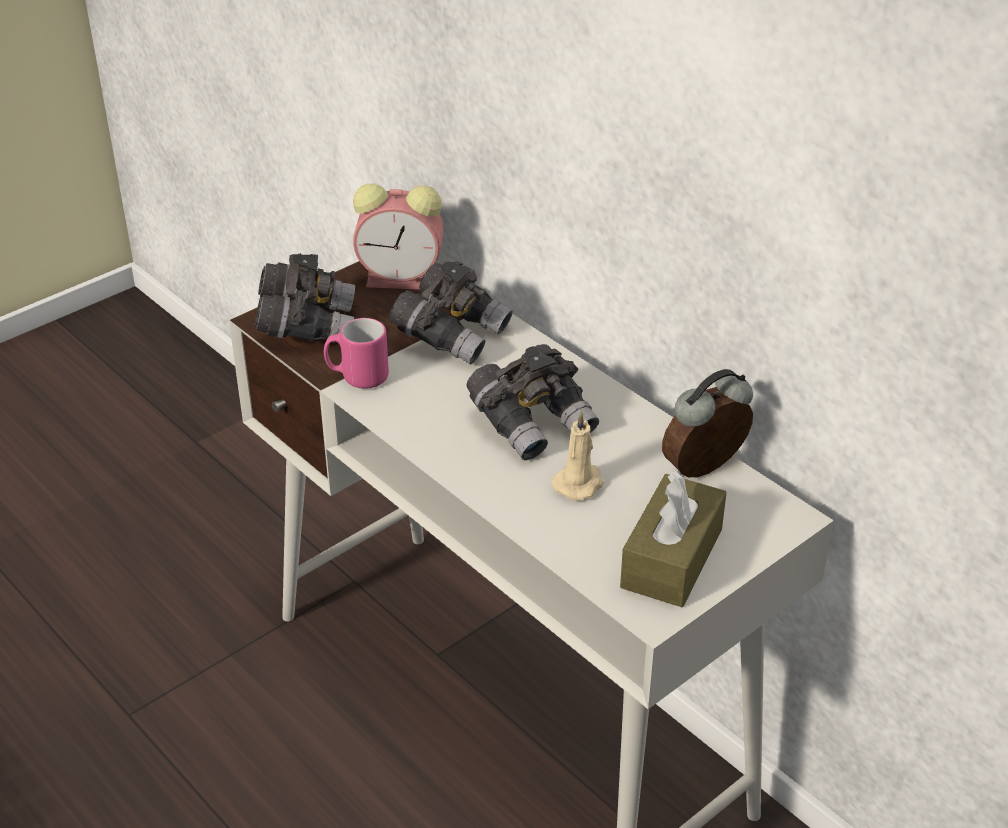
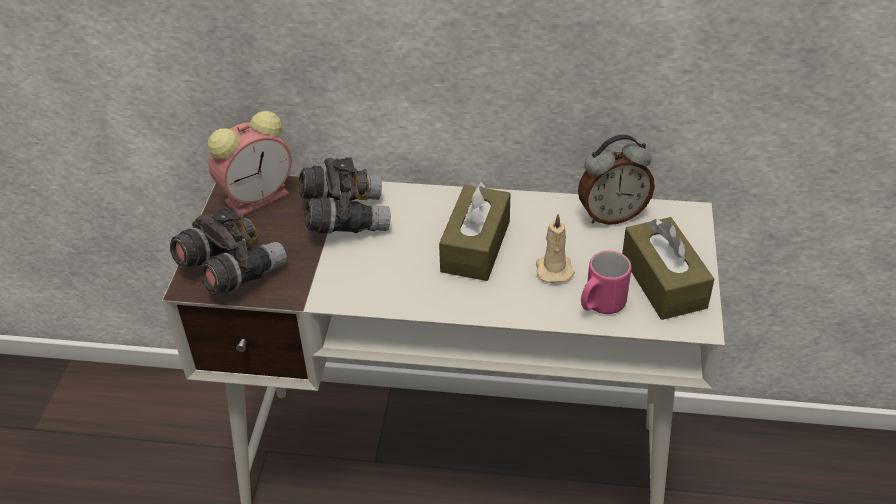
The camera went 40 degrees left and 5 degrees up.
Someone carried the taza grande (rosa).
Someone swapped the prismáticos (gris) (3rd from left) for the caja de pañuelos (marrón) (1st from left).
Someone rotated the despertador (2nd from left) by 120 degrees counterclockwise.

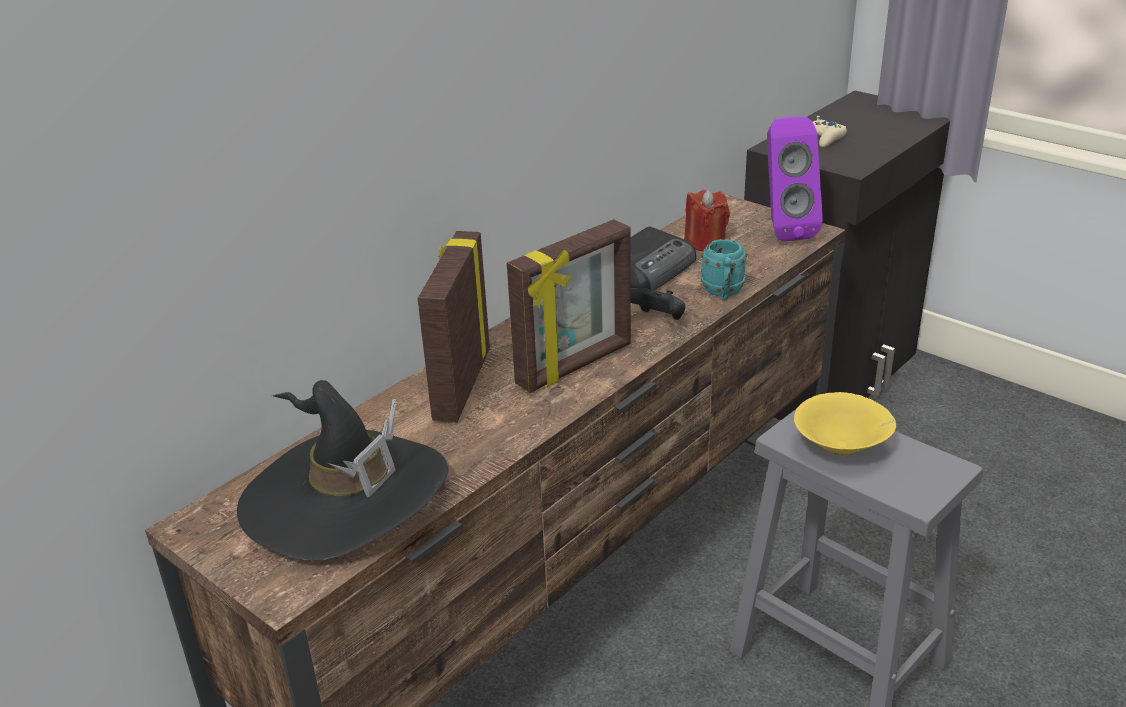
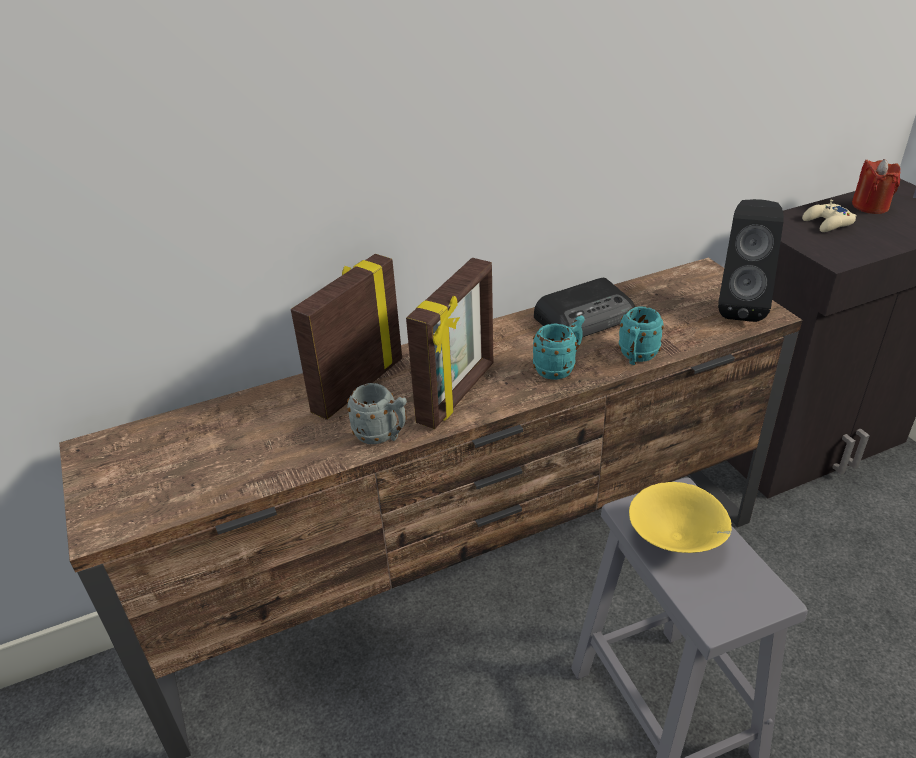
The camera went 25 degrees right and 5 degrees up.
Someone took away the sombrero (negro).
Someone rotated the portarretratos (2nd from left) by 45 degrees counterclockwise.
Someone swapped the mando de consola (negro) for the taza grande (turquesa) (1st from left).
Someone carried the vela (rojo).
Someone repainted the altavoz (morado), which became the altavoz (negro).
Someone put down the taza grande (gris).

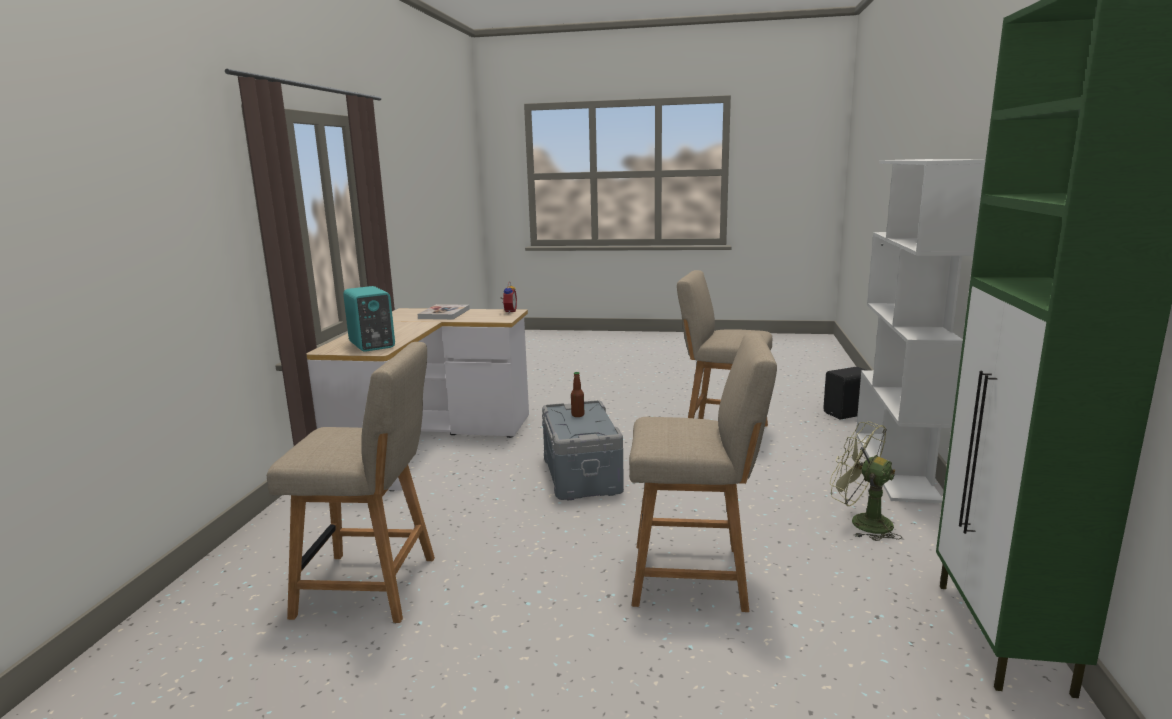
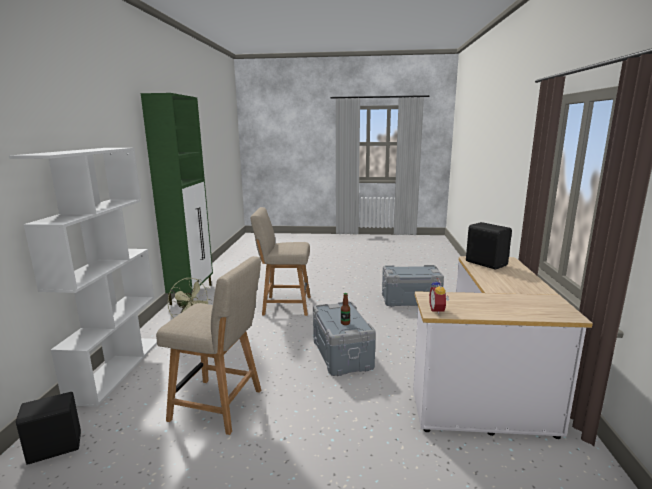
The camera went 175 degrees right and 0 degrees up.
Someone swapped the silla (beis) (1st from left) for the caja de almacenaje (gris) (2nd from left).
Someone repainted the altavoz (turquesa), which became the altavoz (negro) (2nd from left).
Someone took away the libro.

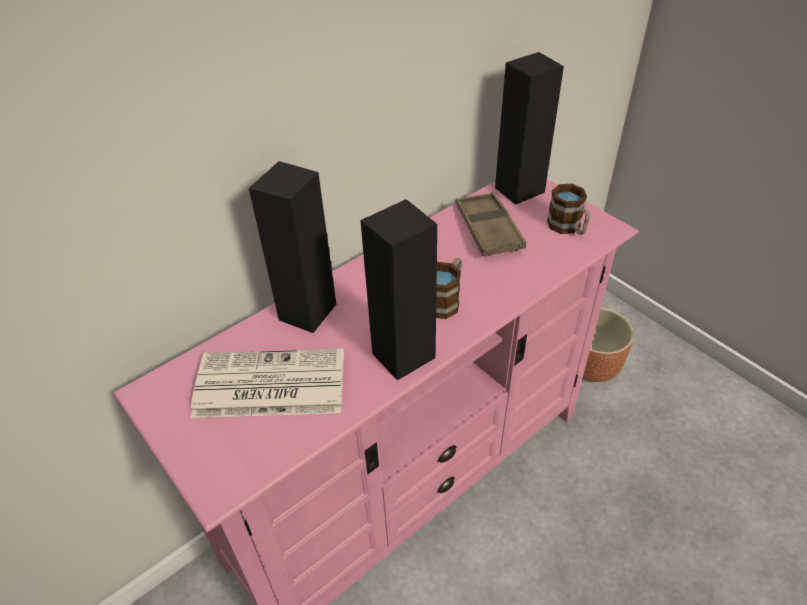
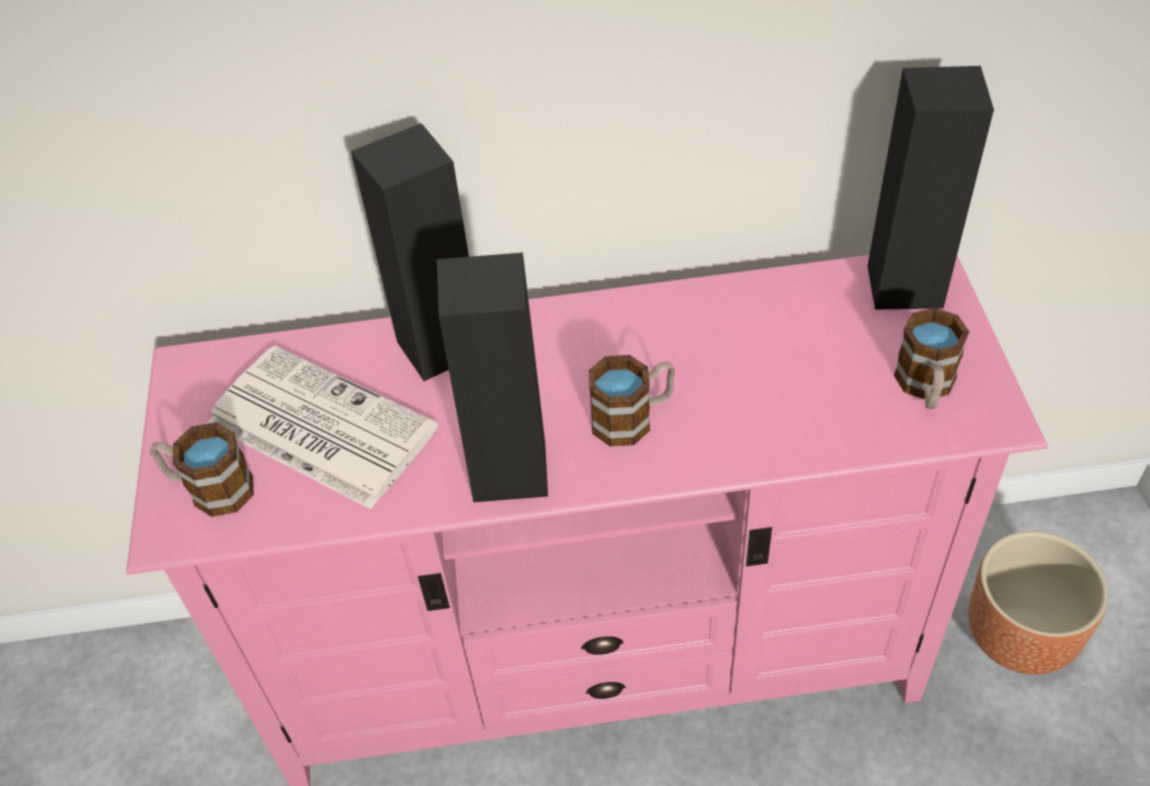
The camera went 35 degrees right and 5 degrees up.
Someone took away the bandeja (marrón).
Someone put down the taza grande (1st from left).

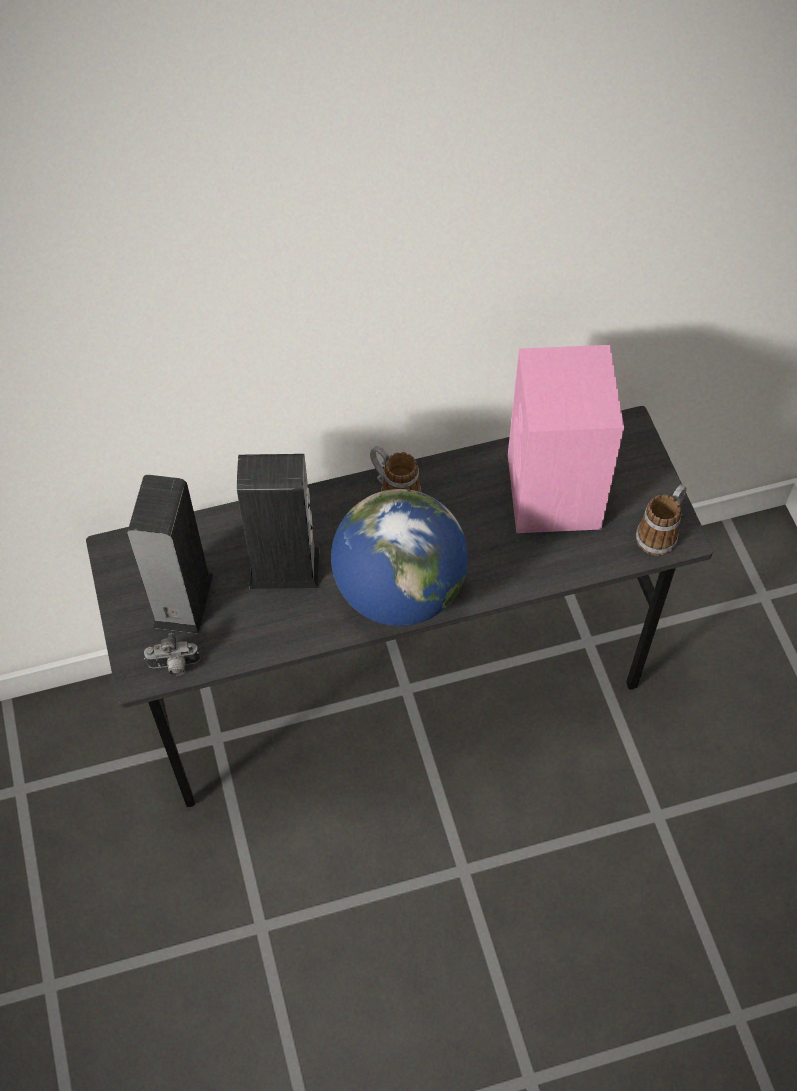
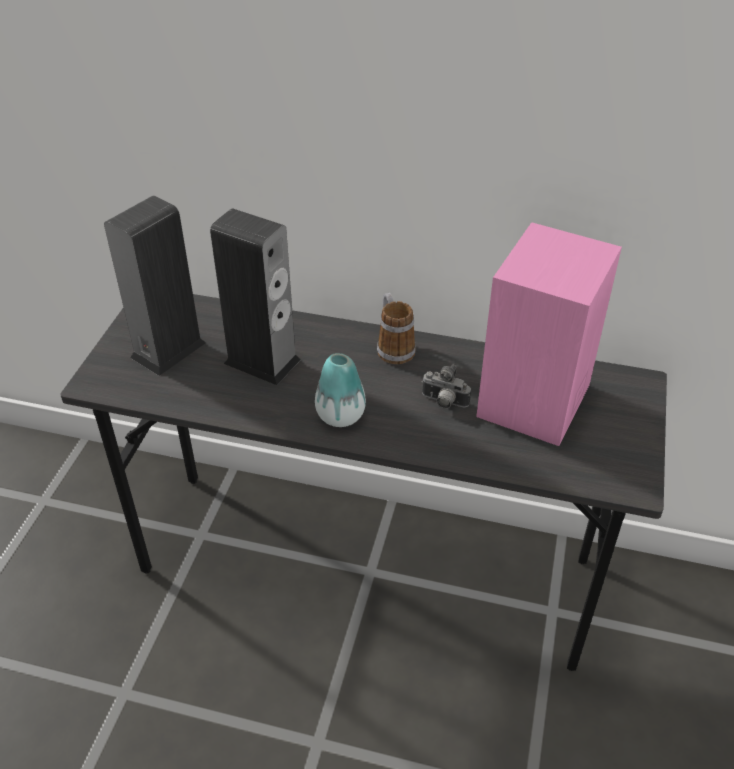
The camera went 30 degrees right and 15 degrees down.
Someone carried the cámara.
Someone swapped the globo terráqueo for the florero.
Someone took away the taza grande (2nd from left).

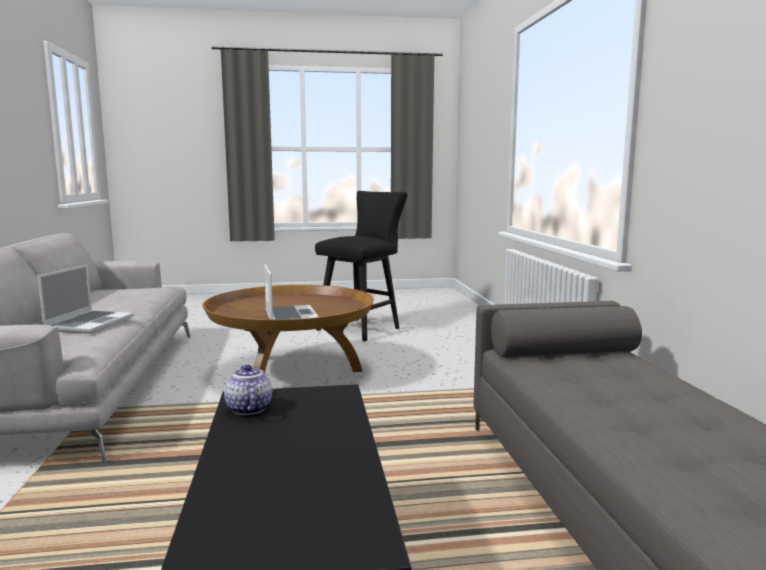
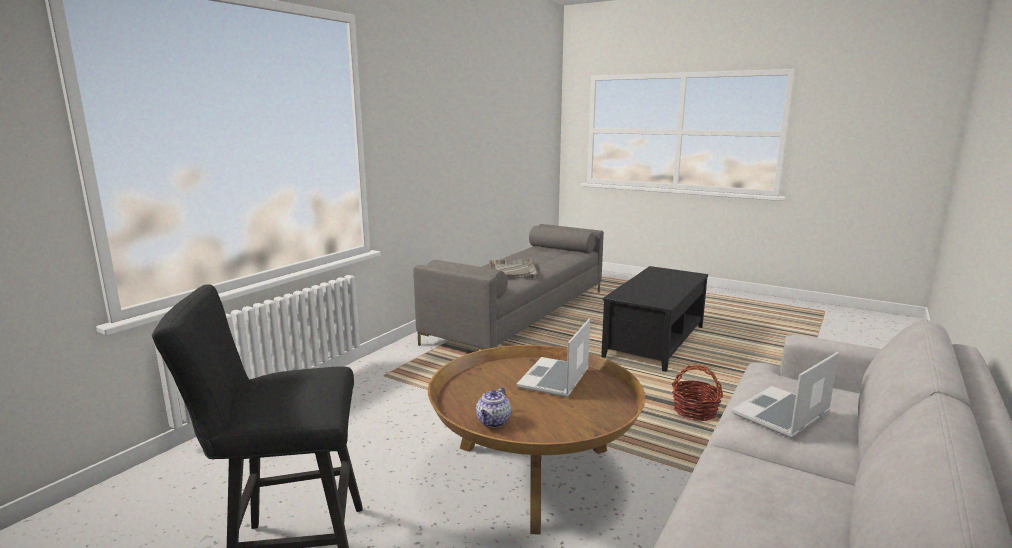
The camera went 140 degrees left and 5 degrees up.
Someone carried the tetera.
Someone put down the bandeja (gris).
Someone put down the cesta.

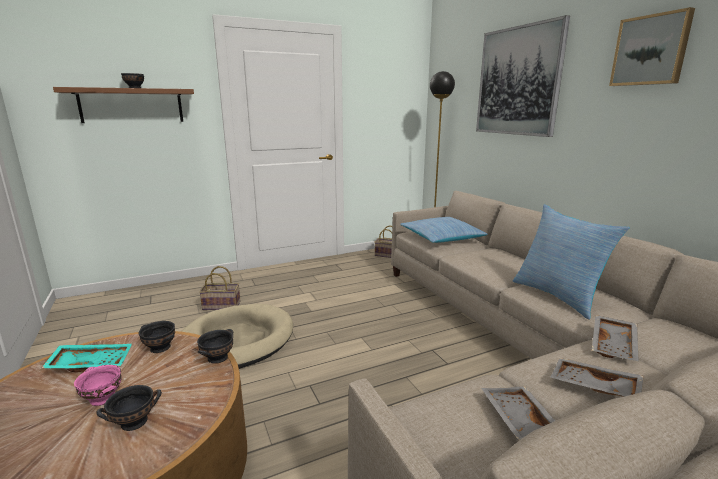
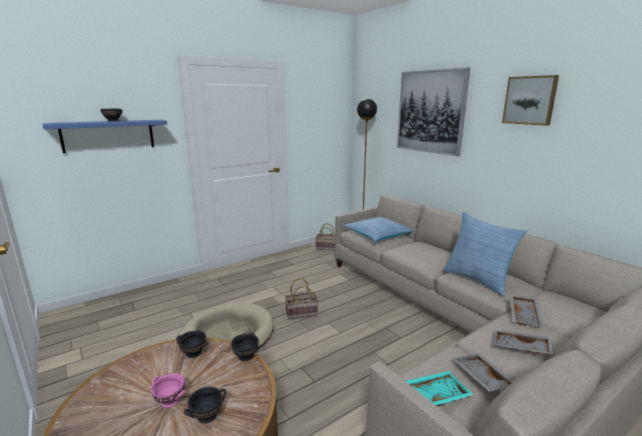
The camera went 10 degrees left and 0 degrees up.
Someone carried the bandeja (turquesa).
Someone repainted the estante (marrón), which became the estante (azul).
Someone carried the cesta (1st from left).

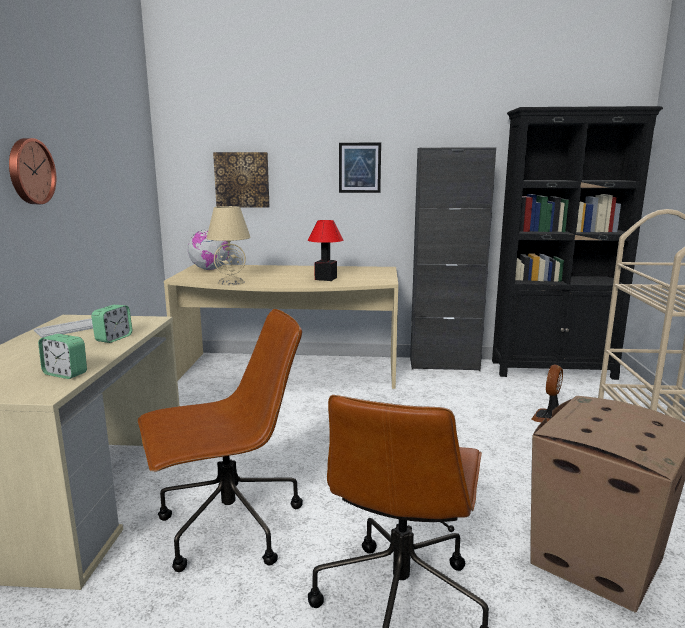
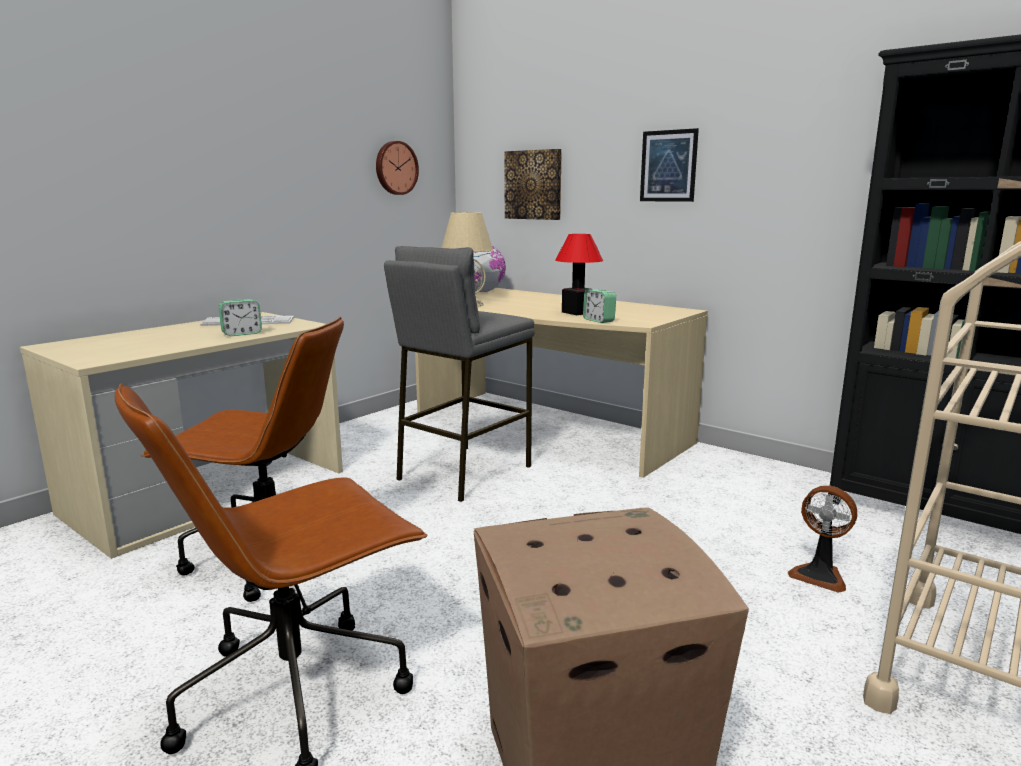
The camera went 35 degrees right and 0 degrees up.
Someone carried the reloj de pared.
Someone carried the despertador (1st from left in the first image).
Someone took away the armario (negro).
Someone rotated the ventilador by 120 degrees counterclockwise.
Someone put down the taburete (gris).

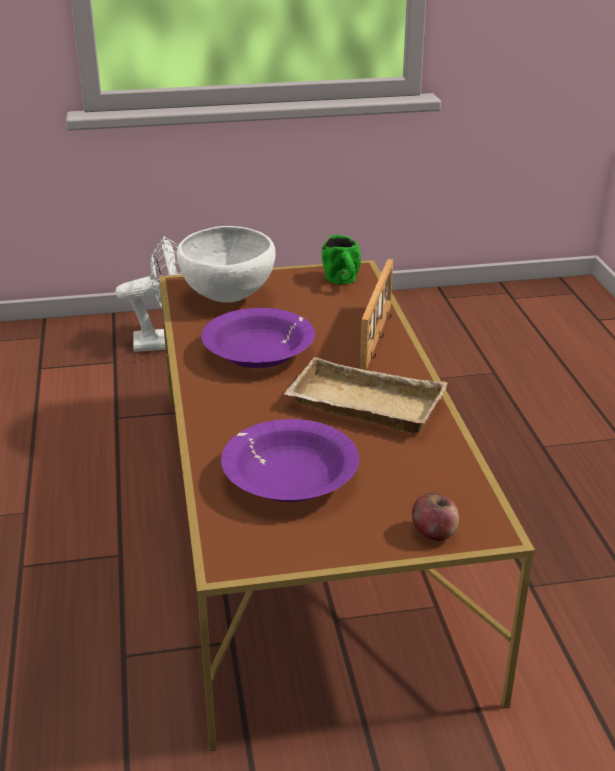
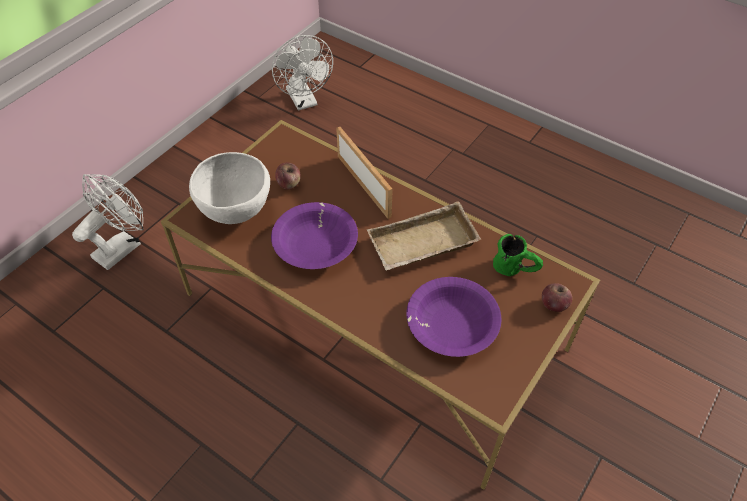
The camera went 45 degrees left and 20 degrees up.
Someone carried the taza grande (verde).
Someone put down the ventilador (blanco) (2nd from left).
Someone put down the manzana (1st from left).

